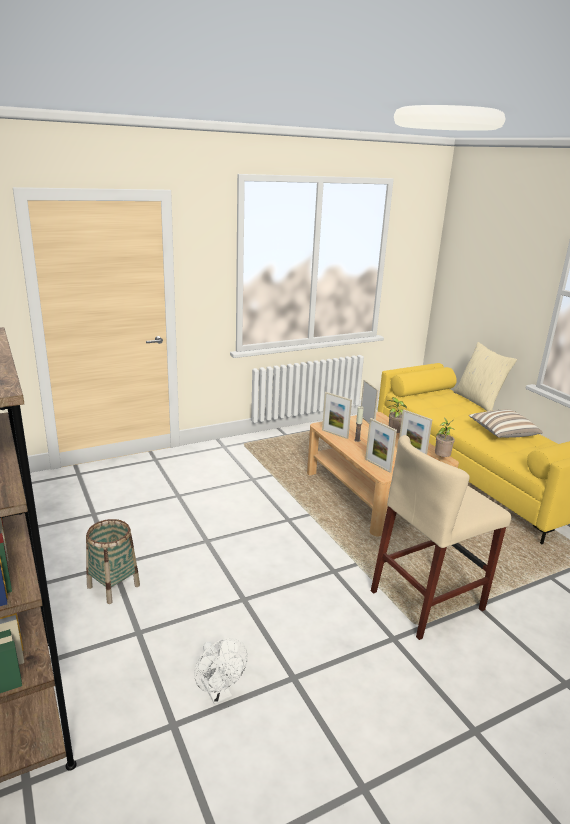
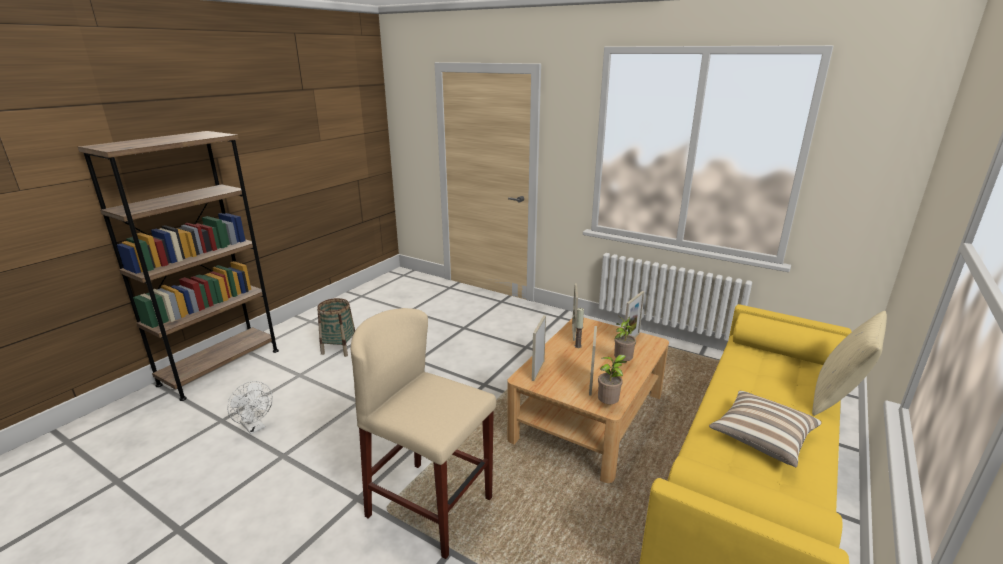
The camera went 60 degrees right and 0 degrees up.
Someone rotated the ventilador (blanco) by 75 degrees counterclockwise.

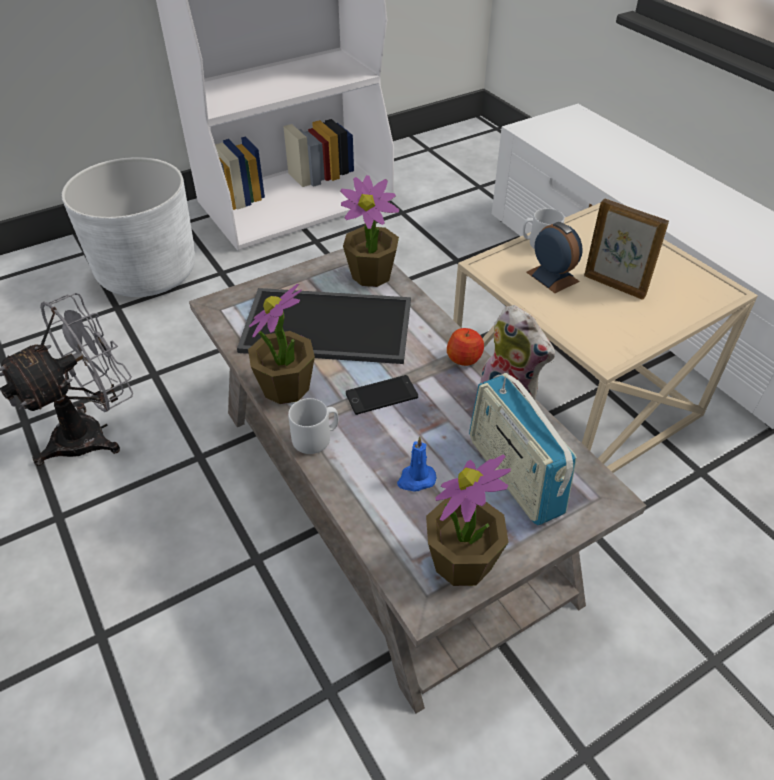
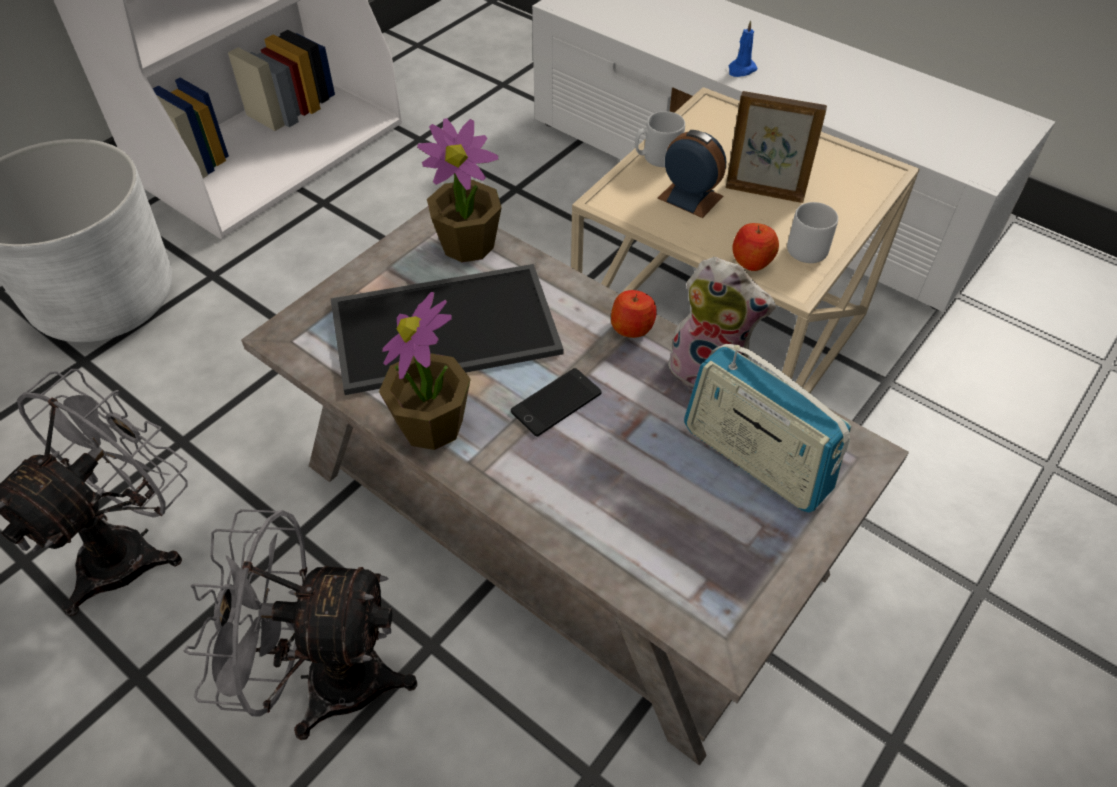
The camera went 20 degrees left and 5 degrees up.
Someone carried the taza grande (gris) (1st from left in the first image).
Someone carried the vela (azul).
Someone took away the planta en maceta (3rd from left).
Someone put down the ventilador (gris) (2nd from left).
Someone put down the manzana (2nd from left).

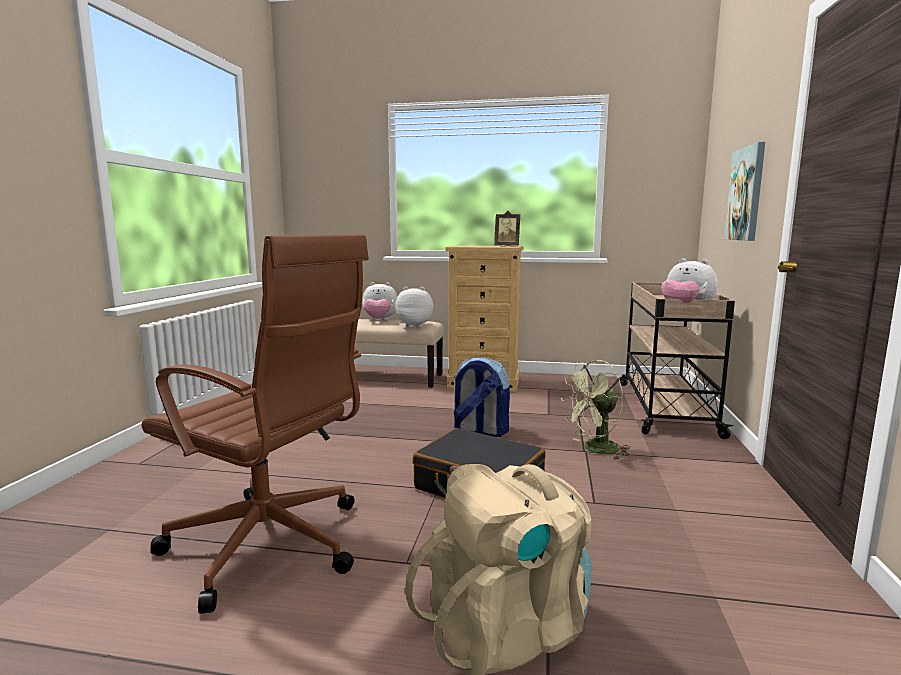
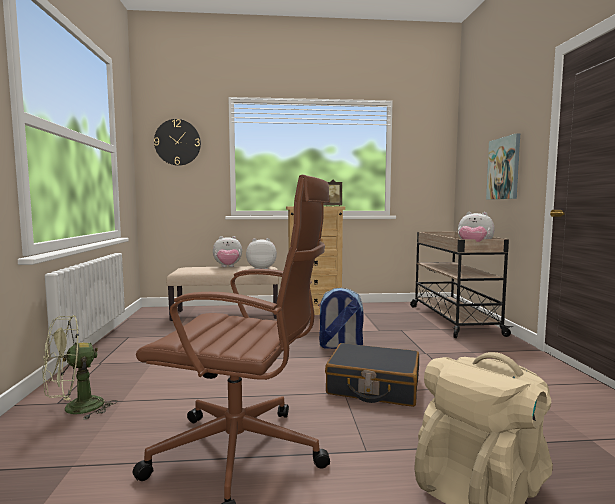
The camera went 15 degrees left and 5 degrees down.
Someone carried the ventilador (verde).
Someone put up the reloj de pared.

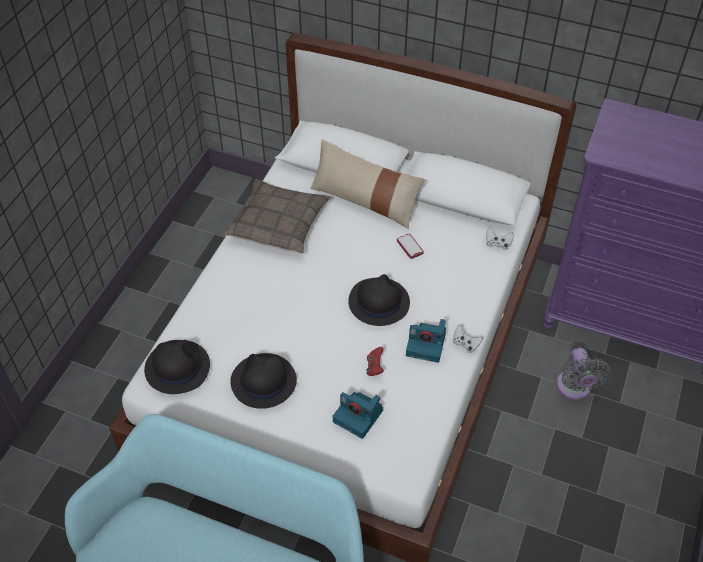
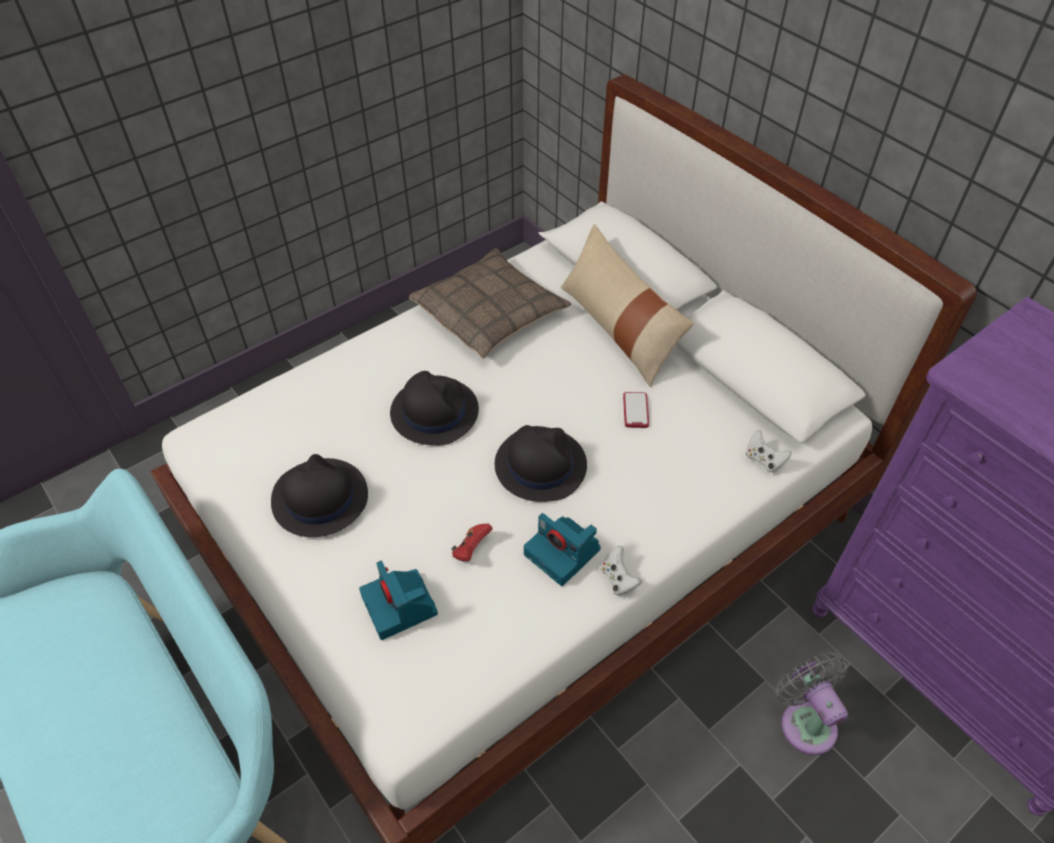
The camera went 30 degrees right and 0 degrees up.
Someone carried the sombrero (negro) (1st from left in the first image).
Someone rotated the ventilador (gris) by 135 degrees clockwise.

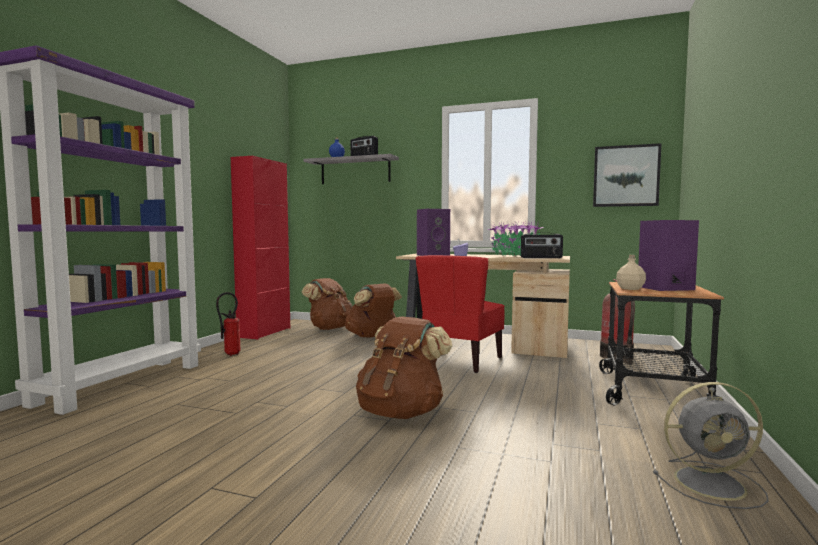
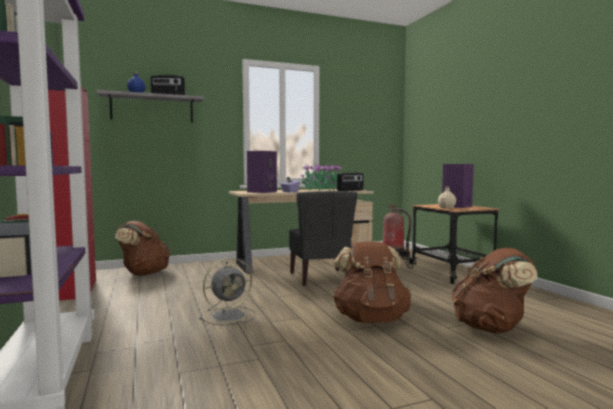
The camera went 40 degrees left and 0 degrees up.
Someone took away the extintor (1st from left).
Someone carried the mochila (marrón) (2nd from left in the first image).
Someone repainted the silla (rojo), which became the silla (gris).
Someone took away the cuadro.
Someone carried the ventilador (gris).

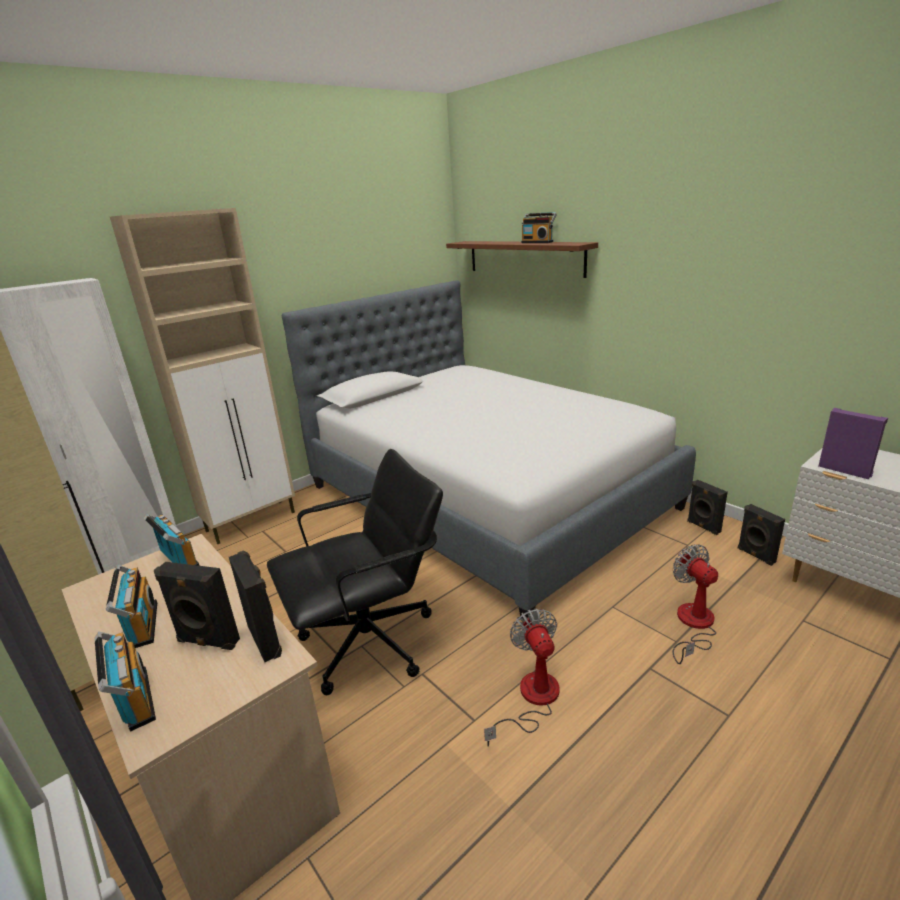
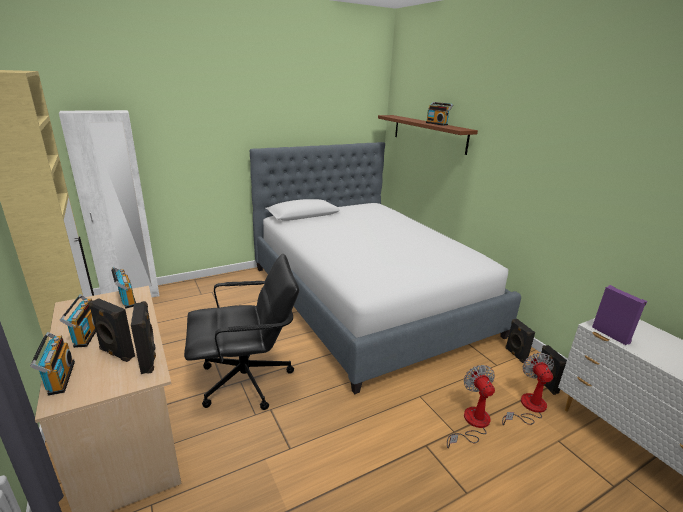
The camera went 10 degrees right and 0 degrees up.
Someone took away the armario (beis) (2nd from left).
Someone carried the ventilador (1st from left in the first image).

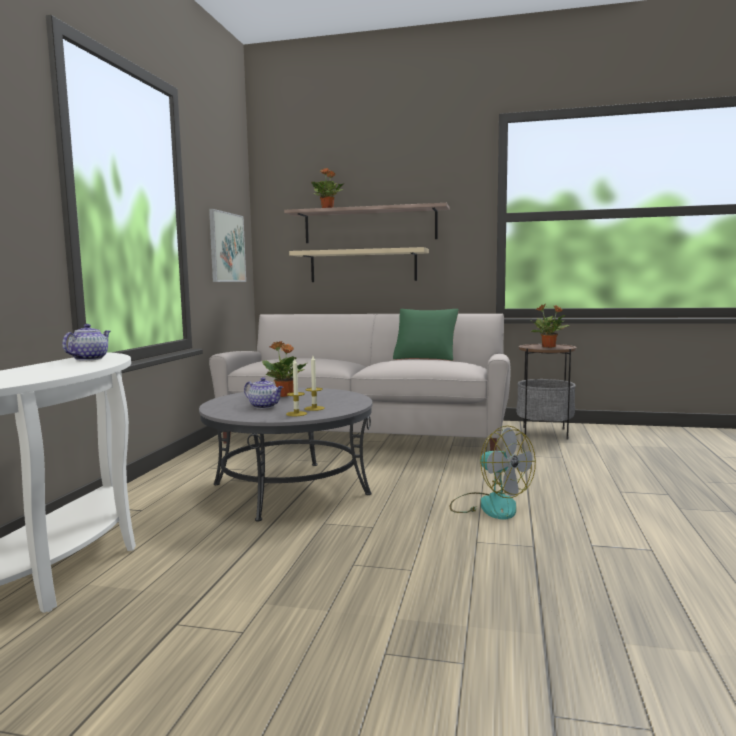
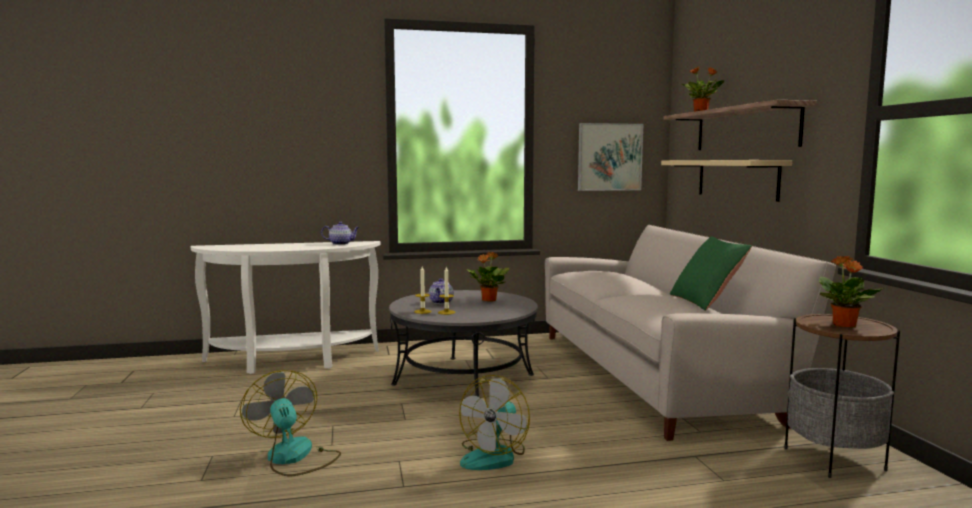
The camera went 65 degrees right and 0 degrees up.
Someone put down the ventilador (1st from left).

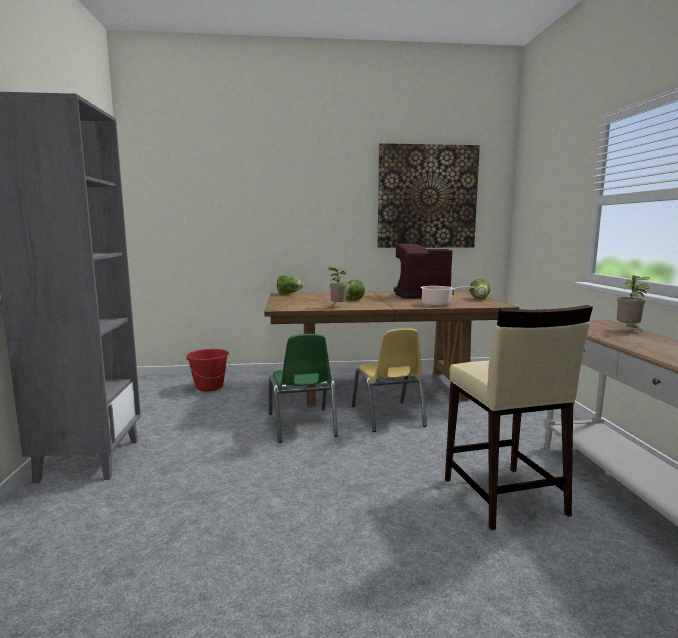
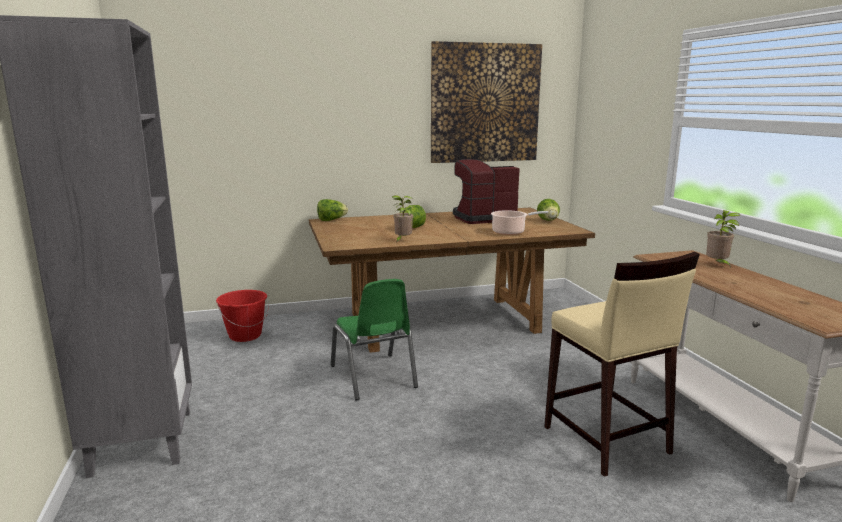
The camera went 10 degrees left and 5 degrees up.
Someone took away the silla (amarillo).

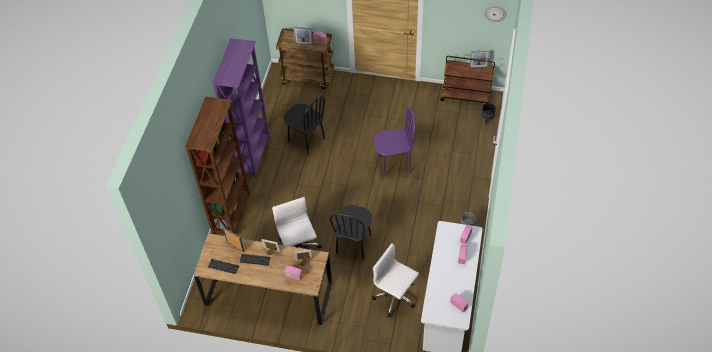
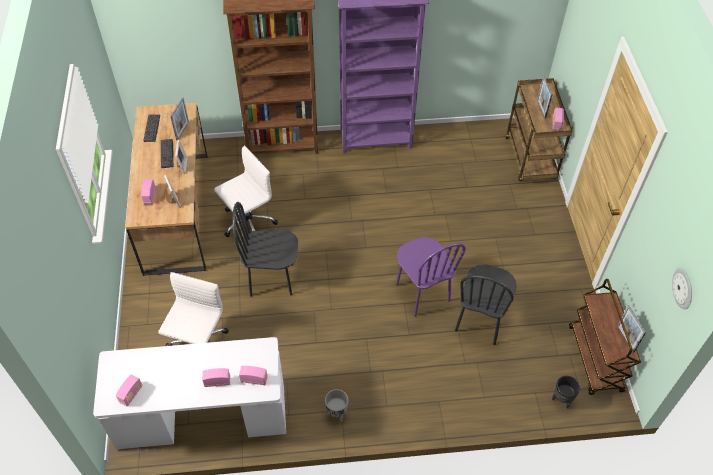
The camera went 70 degrees right and 0 degrees up.
Someone carried the silla (negro) (1st from left in the first image).

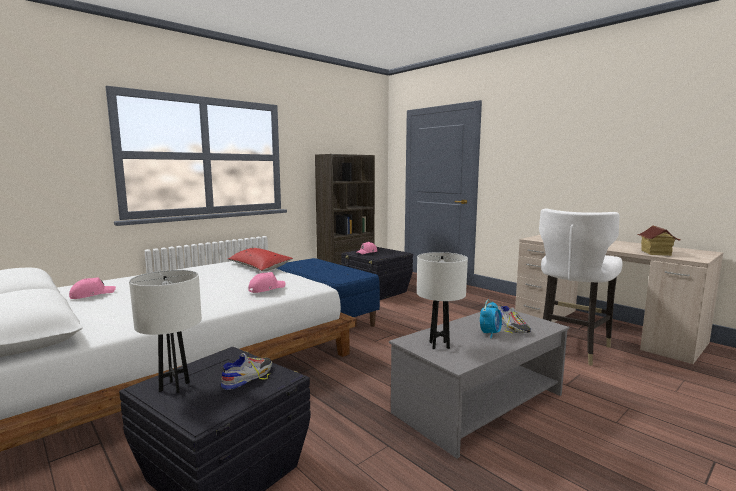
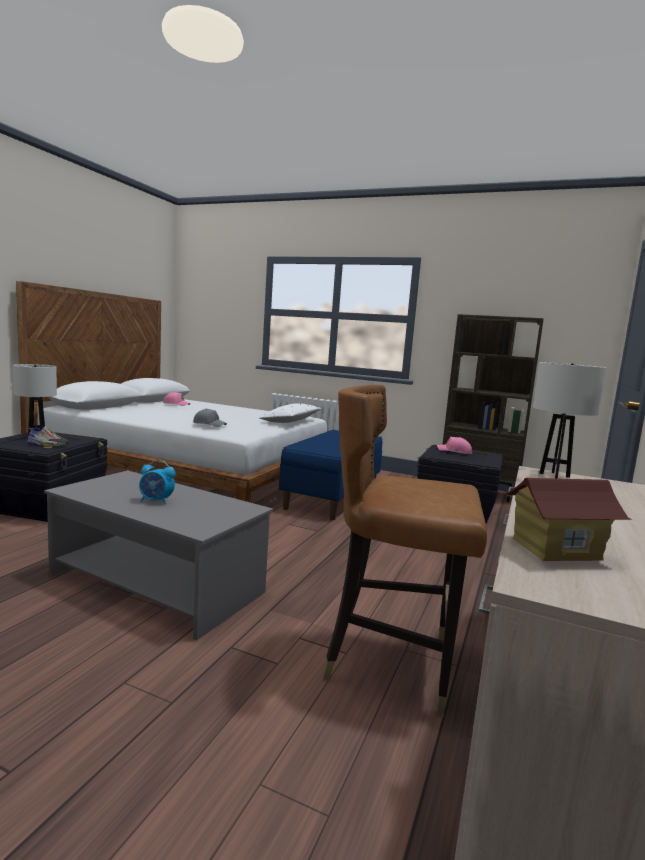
The camera went 65 degrees right and 0 degrees up.
Someone repainted the cojín (rojo), which became the cojín (blanco).
Someone repainted the gorra (rosa) (2nd from left), which became the gorra (gris).
Someone carried the lámpara de mesa (blanco) (2nd from left).
Someone took away the zapato (2nd from left).
Someone repainted the silla (blanco), which became the silla (marrón).

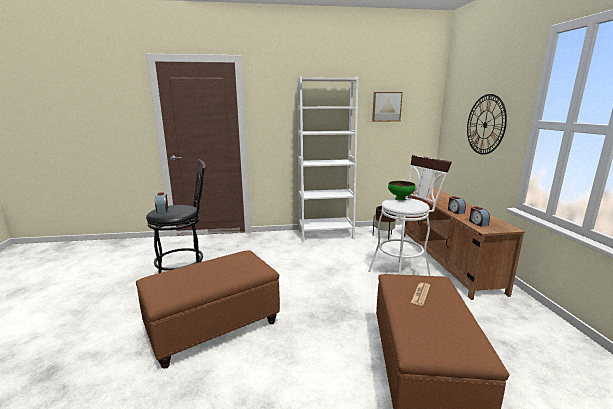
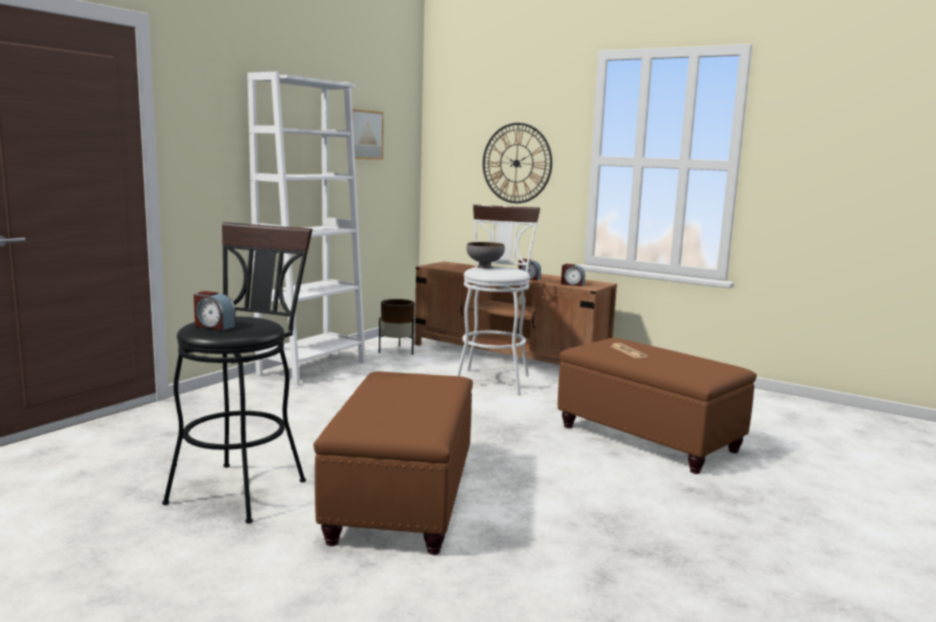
The camera went 50 degrees left and 5 degrees down.
Someone repainted the cuenco (verde), which became the cuenco (gris).

